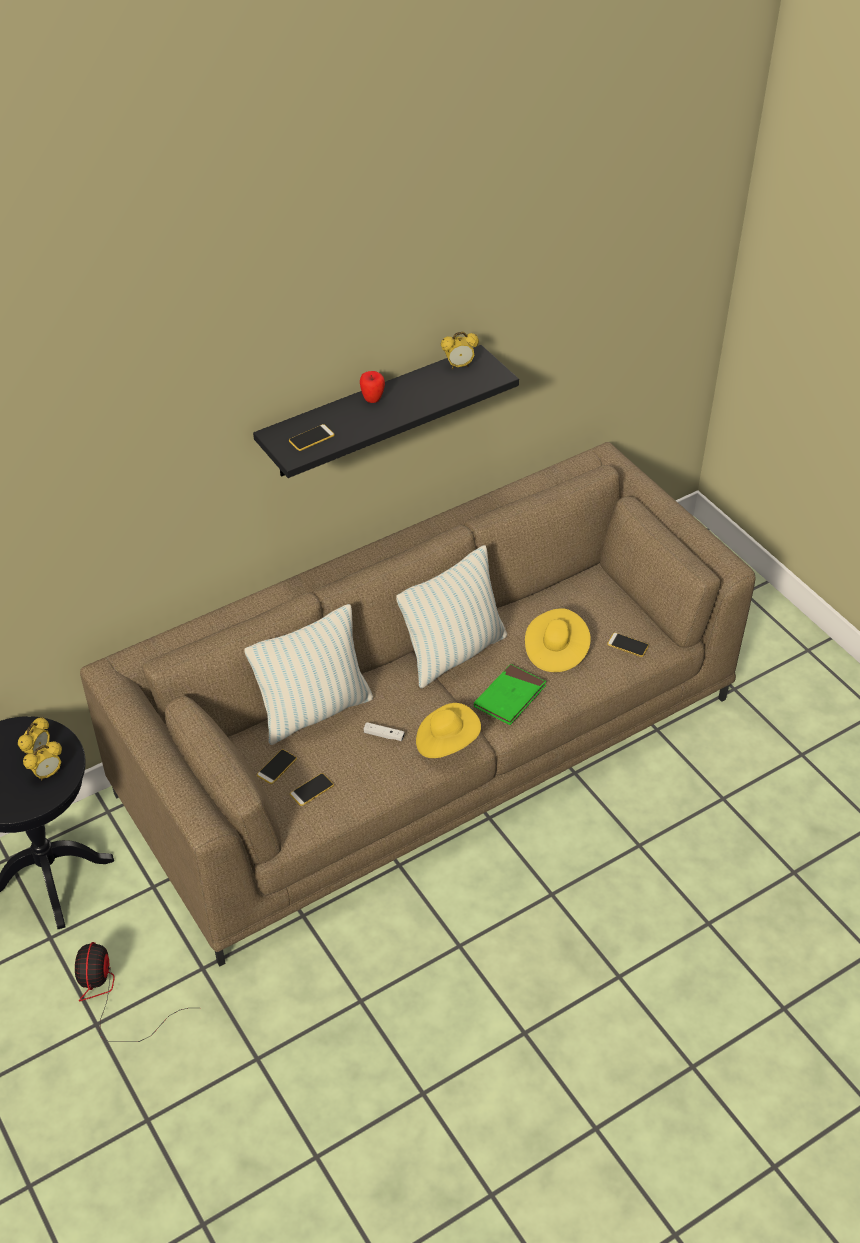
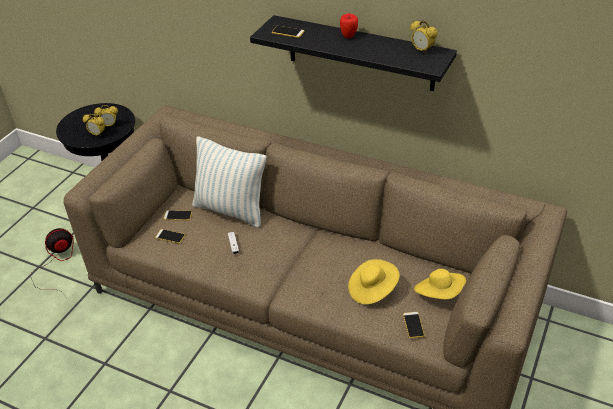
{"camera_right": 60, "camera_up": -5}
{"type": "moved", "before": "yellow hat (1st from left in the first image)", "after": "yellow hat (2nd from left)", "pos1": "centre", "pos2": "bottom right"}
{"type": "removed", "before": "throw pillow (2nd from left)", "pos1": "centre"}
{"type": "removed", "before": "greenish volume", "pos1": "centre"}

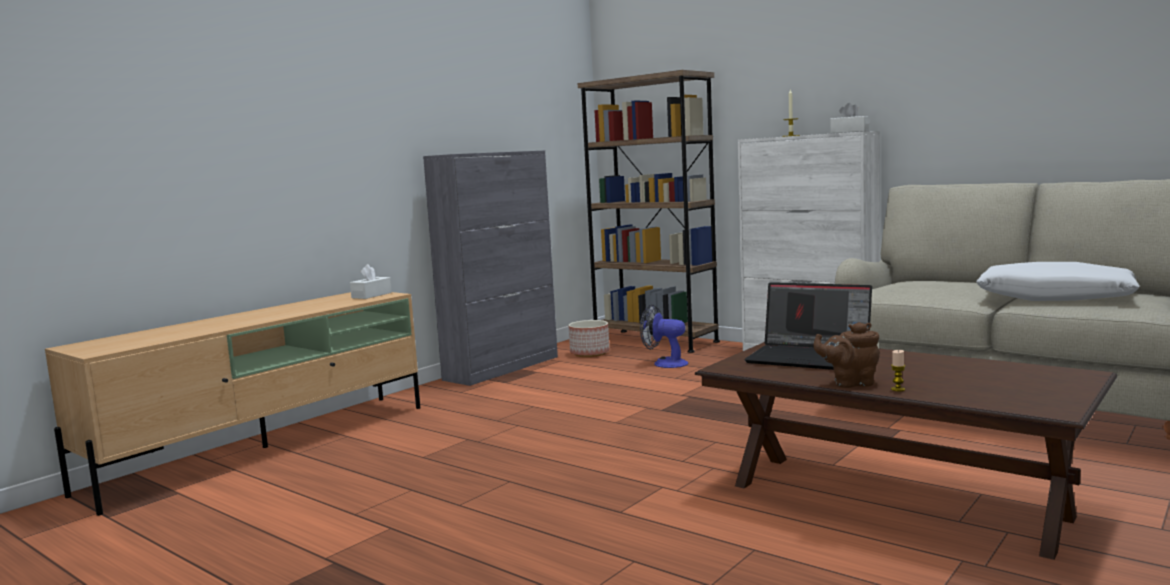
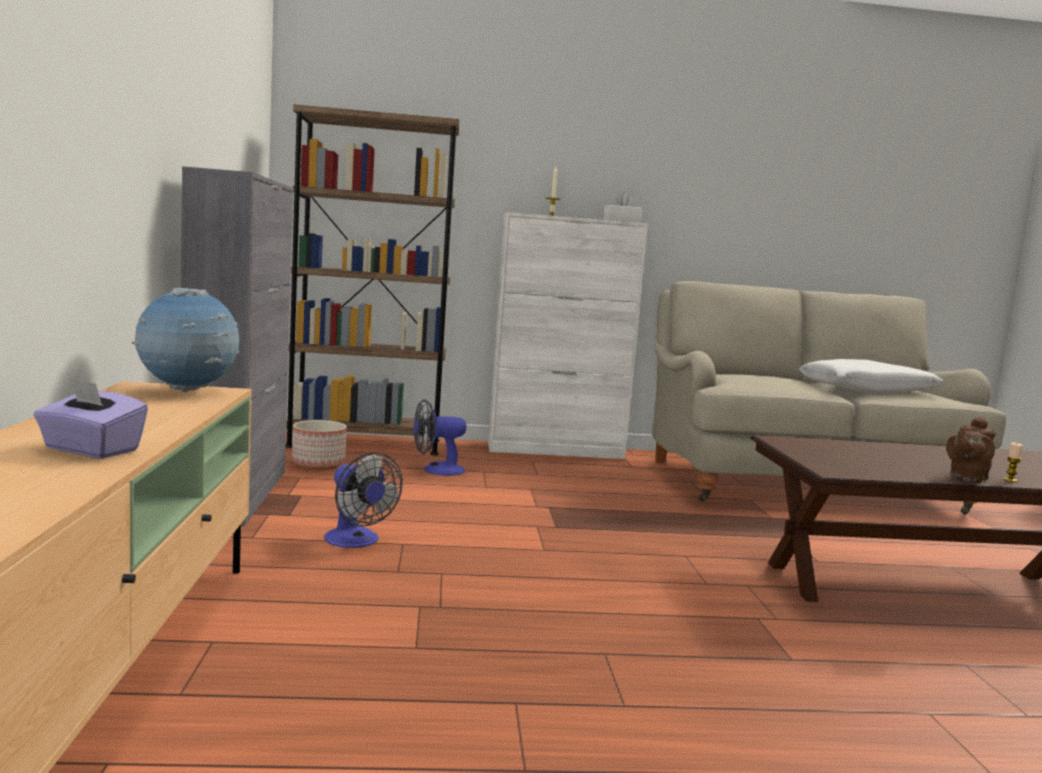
{"camera_right": -45, "camera_up": 0}
{"type": "added", "after": "purple tissue holder", "pos2": "middle left"}
{"type": "replaced", "before": "white tissue holder (1st from left)", "after": "desk globe", "pos1": "middle left", "pos2": "middle left"}
{"type": "added", "after": "fan (1st from left)", "pos2": "centre"}
{"type": "removed", "before": "laptop", "pos1": "middle right"}

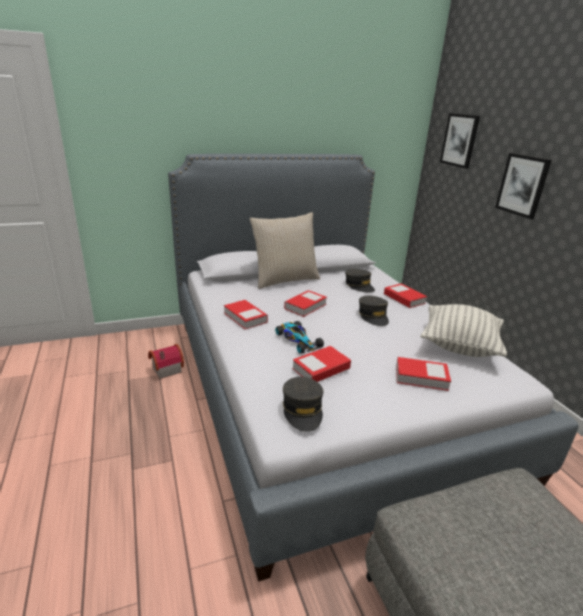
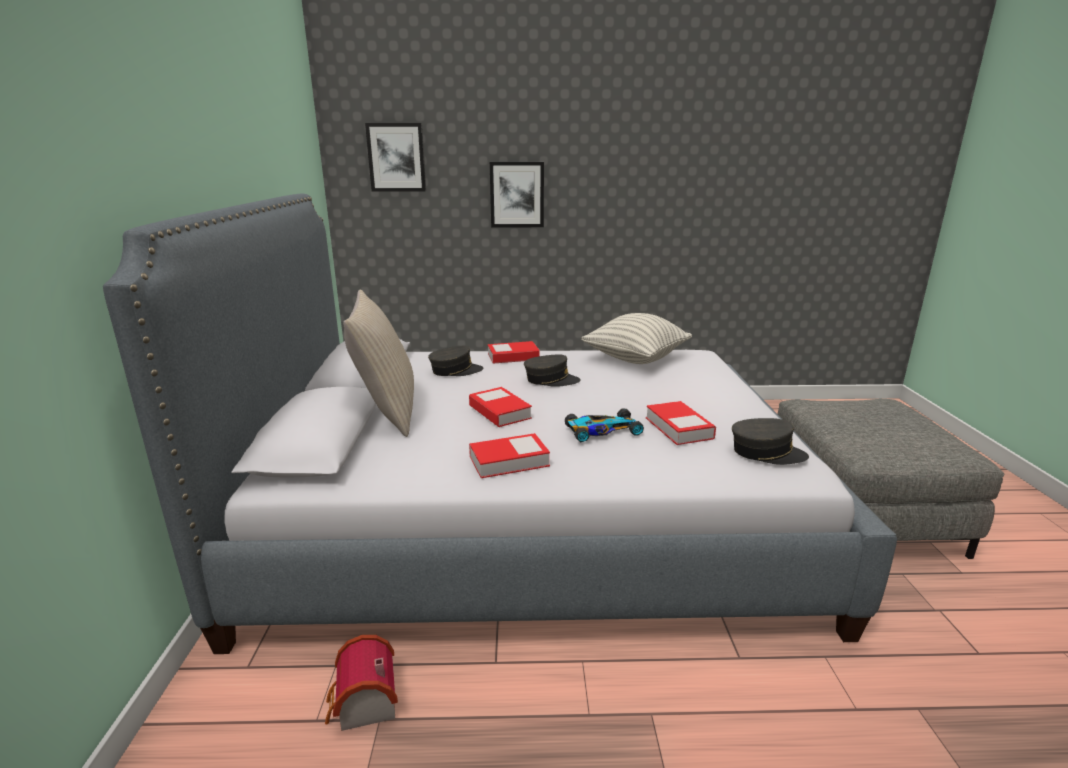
{"camera_right": -70, "camera_up": -5}
{"type": "removed", "before": "volume (5th from left)", "pos1": "middle right"}

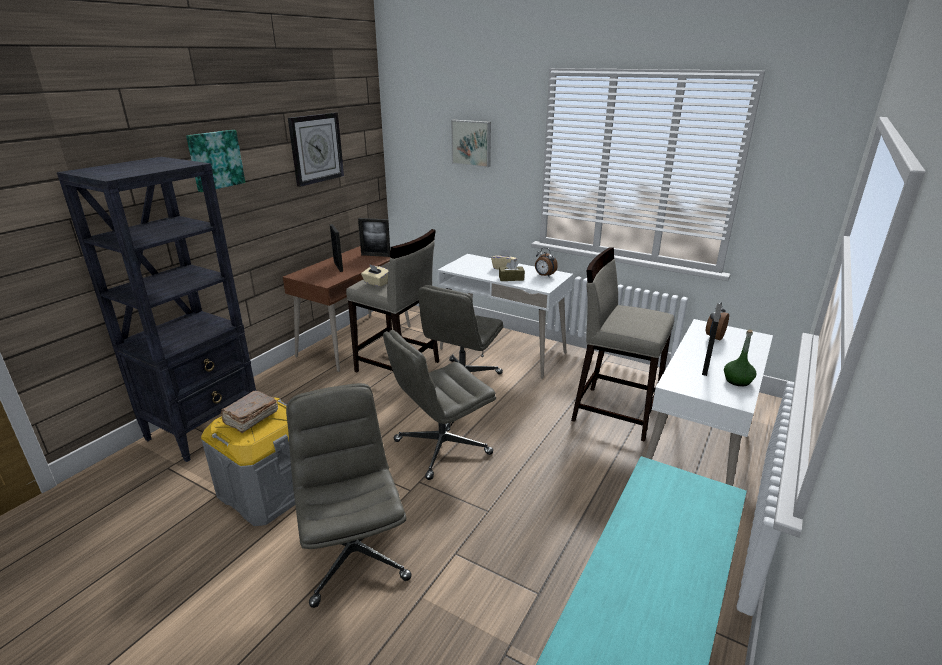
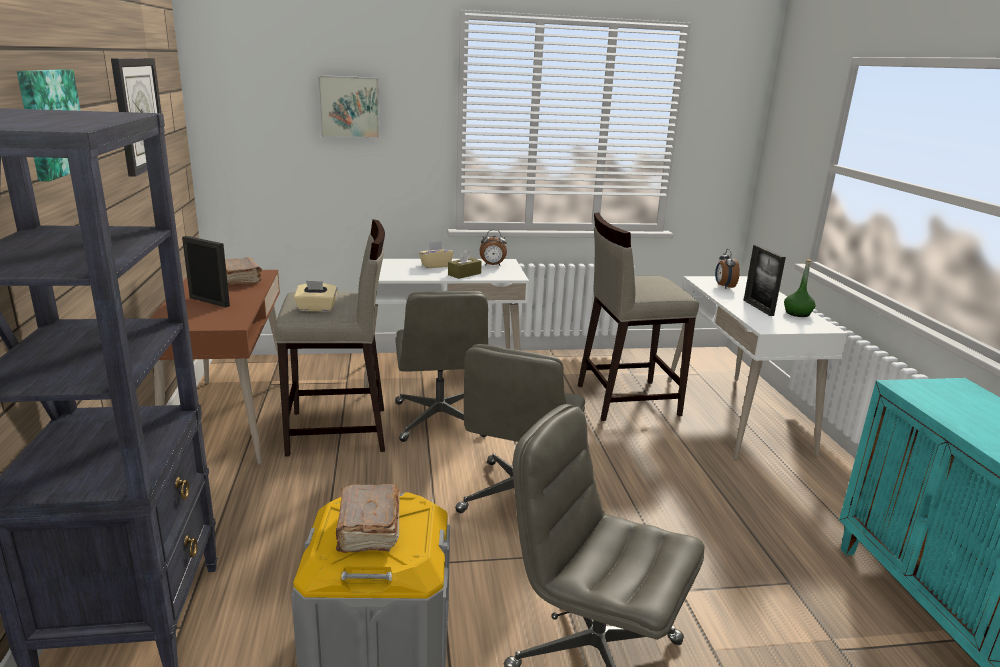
{"camera_right": -40, "camera_up": -5}
{"type": "replaced", "before": "photo frame (2nd from left)", "after": "brownish volume (1st from left)", "pos1": "centre", "pos2": "middle left"}

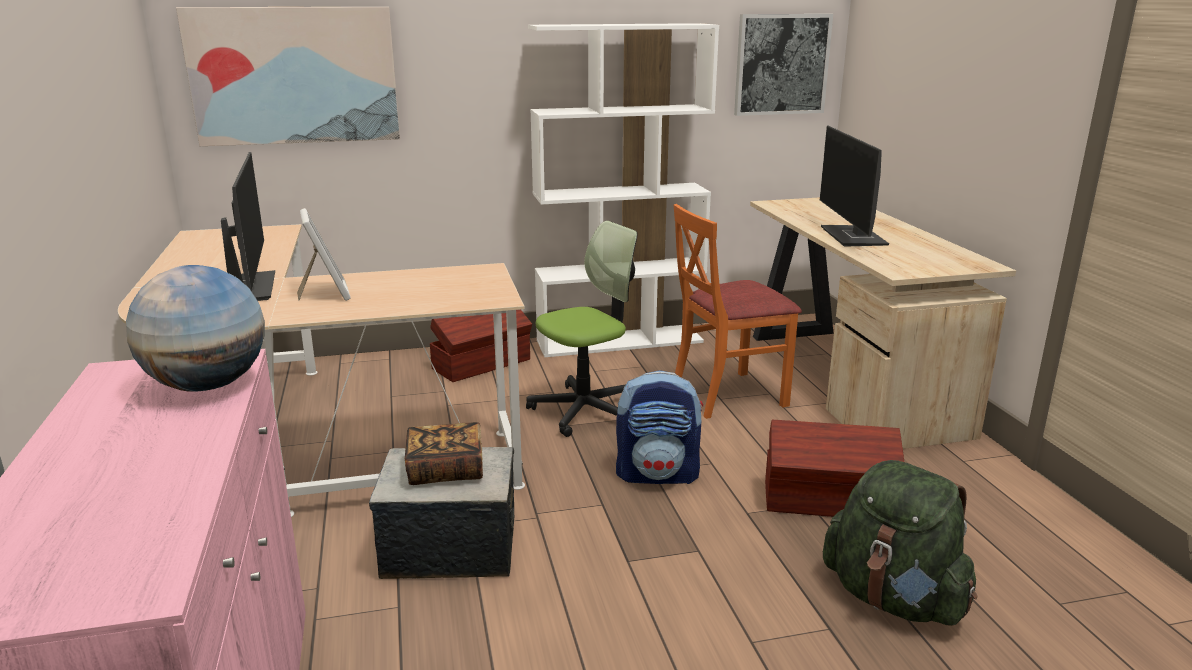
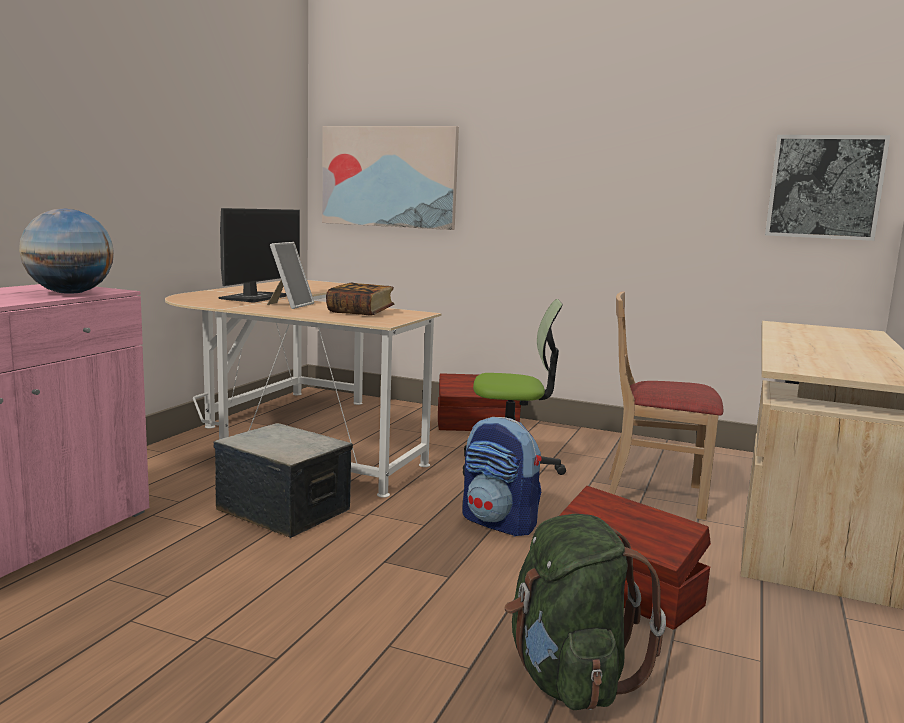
{"camera_right": 35, "camera_up": -10}
{"type": "moved", "before": "volume", "pos1": "bottom centre", "pos2": "centre"}
{"type": "recoloured", "before": "orange-coloured chair", "after": "sand-coloured chair", "pos1": "centre", "pos2": "middle right"}
{"type": "removed", "before": "white bookshelf", "pos1": "top centre"}
{"type": "removed", "before": "computer display (2nd from left)", "pos1": "top right"}

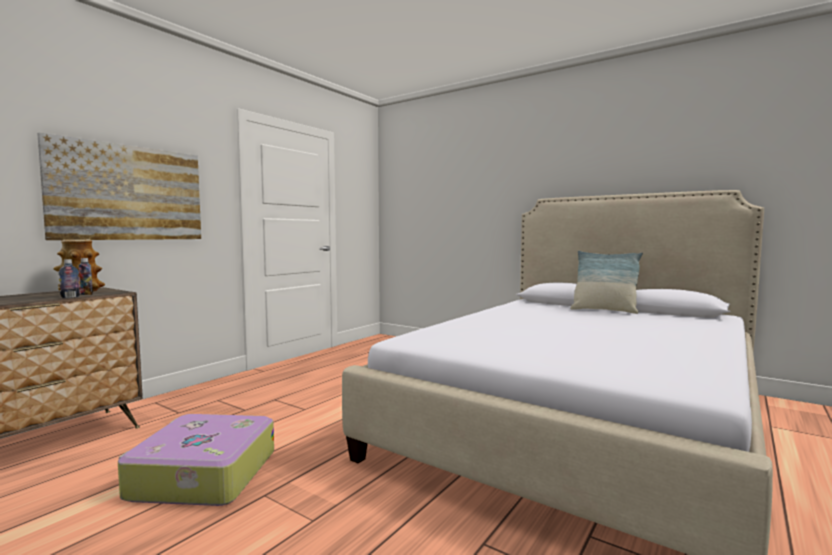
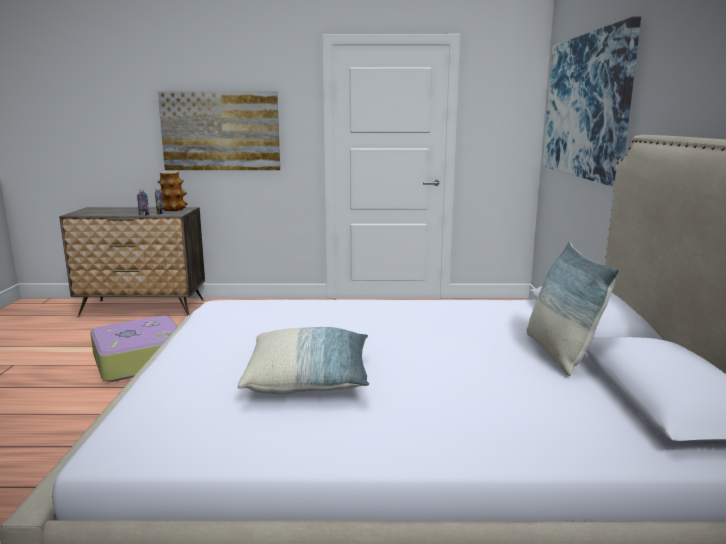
{"camera_right": 55, "camera_up": 10}
{"type": "added", "after": "throw pillow (1st from left)", "pos2": "centre"}
{"type": "added", "after": "wall picture (2nd from left)", "pos2": "top right"}

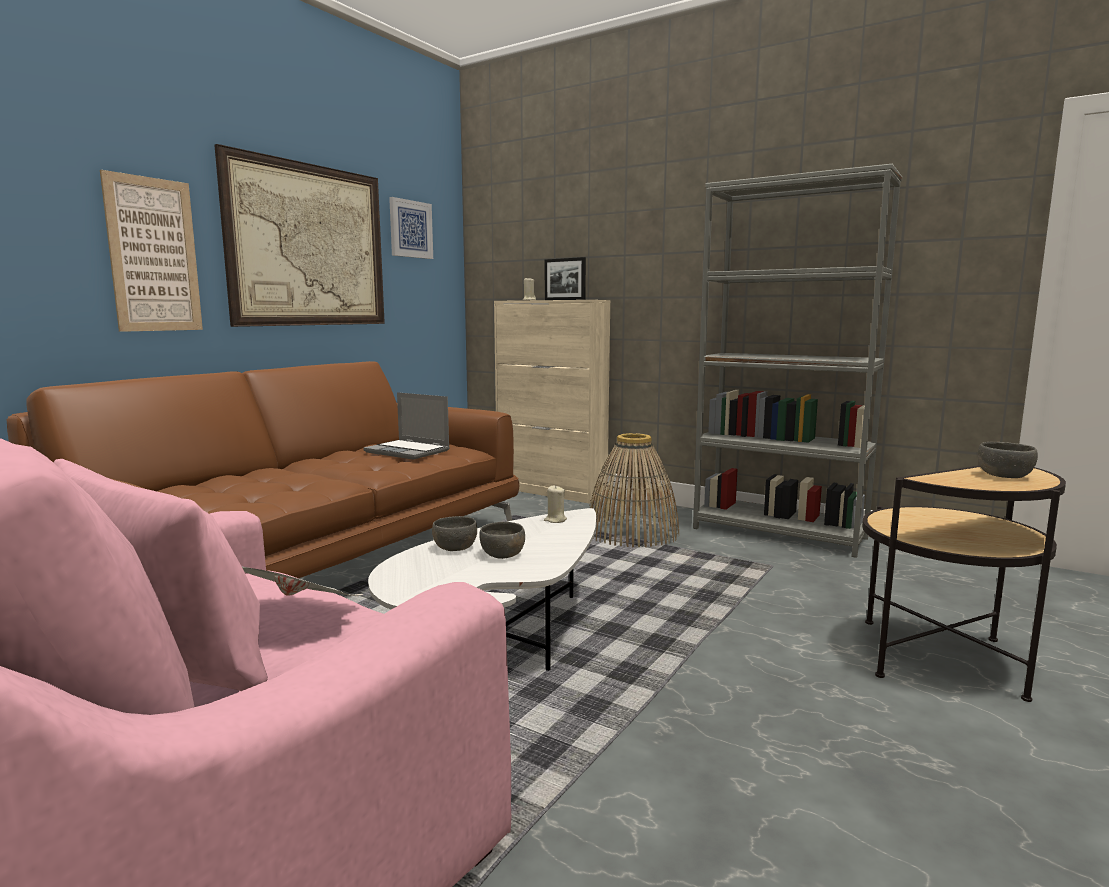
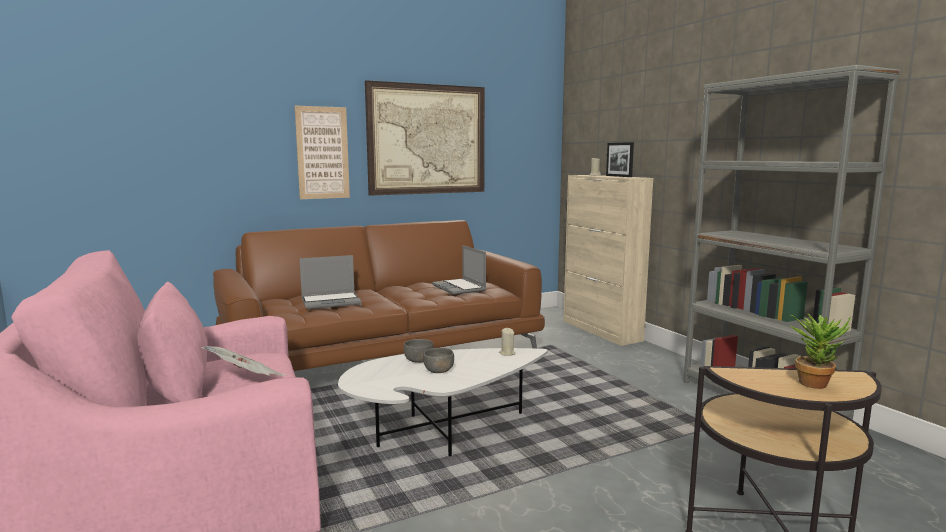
{"camera_right": 30, "camera_up": 0}
{"type": "added", "after": "laptop (1st from left)", "pos2": "centre"}
{"type": "replaced", "before": "greyish deep dish (3rd from left)", "after": "houseplant", "pos1": "middle right", "pos2": "middle right"}
{"type": "removed", "before": "wall picture (3rd from left)", "pos1": "top centre"}
{"type": "removed", "before": "storage basket", "pos1": "centre"}

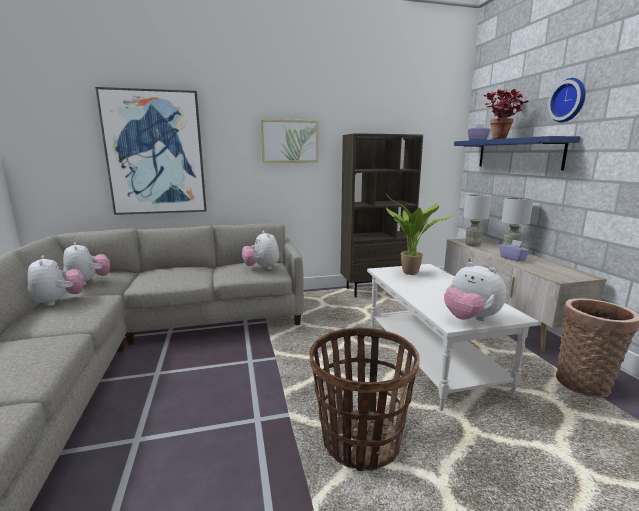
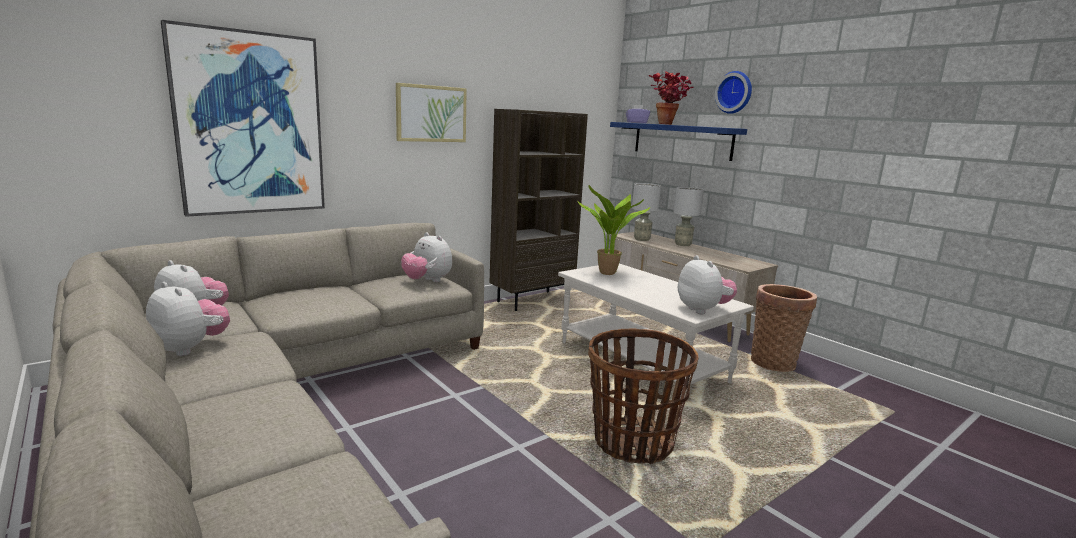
{"camera_right": -25, "camera_up": 0}
{"type": "turned", "before": "plush toy (4th from left)", "pos1": "middle right", "pos2": "centre", "turn": -135}
{"type": "removed", "before": "purple tissue holder (2nd from left)", "pos1": "middle right"}

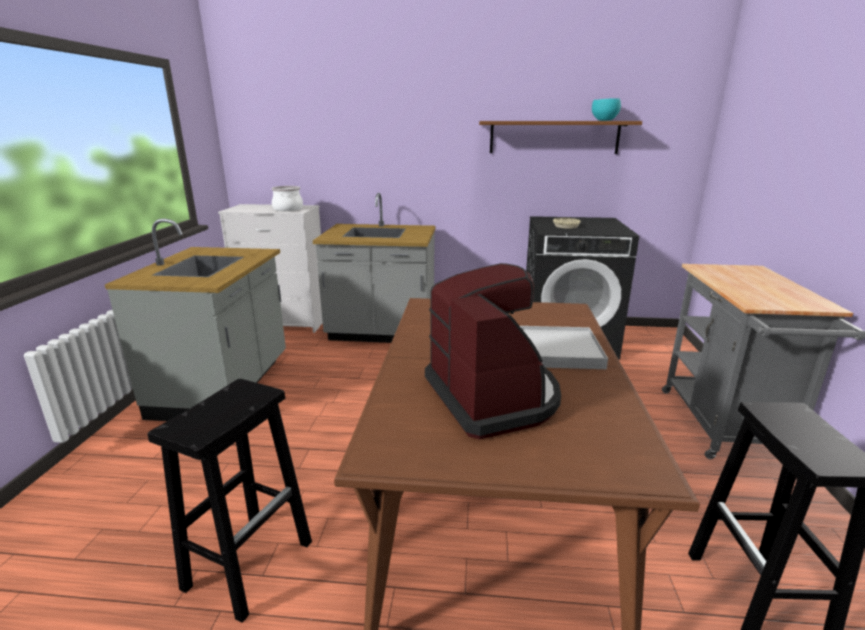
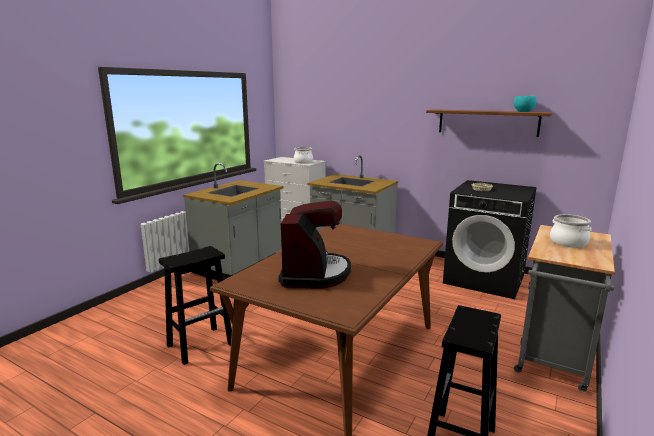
{"camera_right": 25, "camera_up": -5}
{"type": "added", "after": "stockpot (2nd from left)", "pos2": "middle right"}
{"type": "removed", "before": "white tray", "pos1": "centre"}

